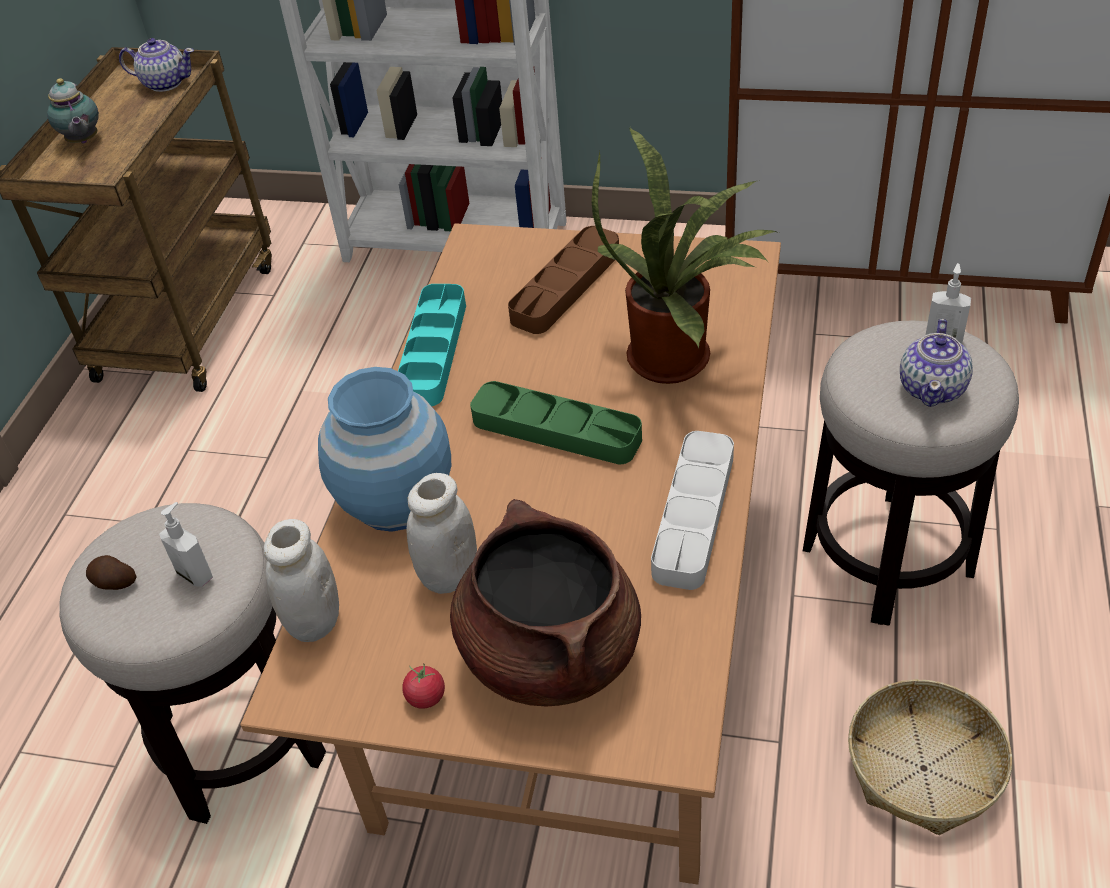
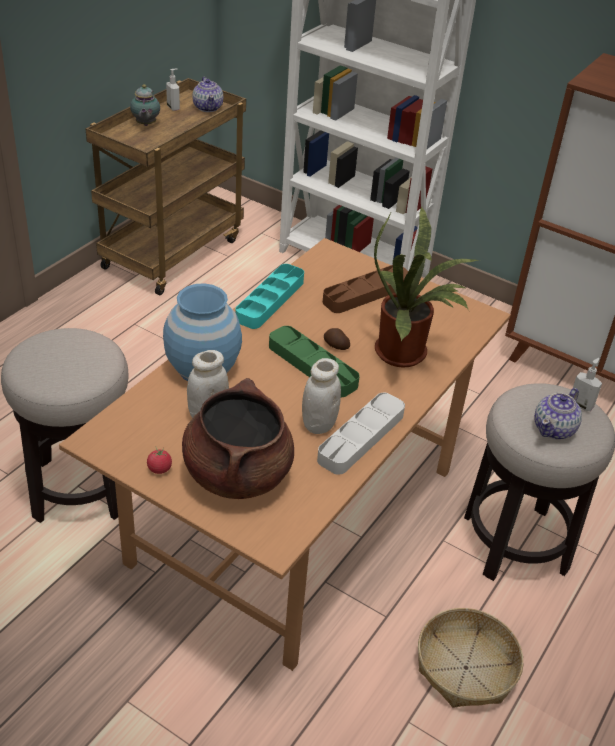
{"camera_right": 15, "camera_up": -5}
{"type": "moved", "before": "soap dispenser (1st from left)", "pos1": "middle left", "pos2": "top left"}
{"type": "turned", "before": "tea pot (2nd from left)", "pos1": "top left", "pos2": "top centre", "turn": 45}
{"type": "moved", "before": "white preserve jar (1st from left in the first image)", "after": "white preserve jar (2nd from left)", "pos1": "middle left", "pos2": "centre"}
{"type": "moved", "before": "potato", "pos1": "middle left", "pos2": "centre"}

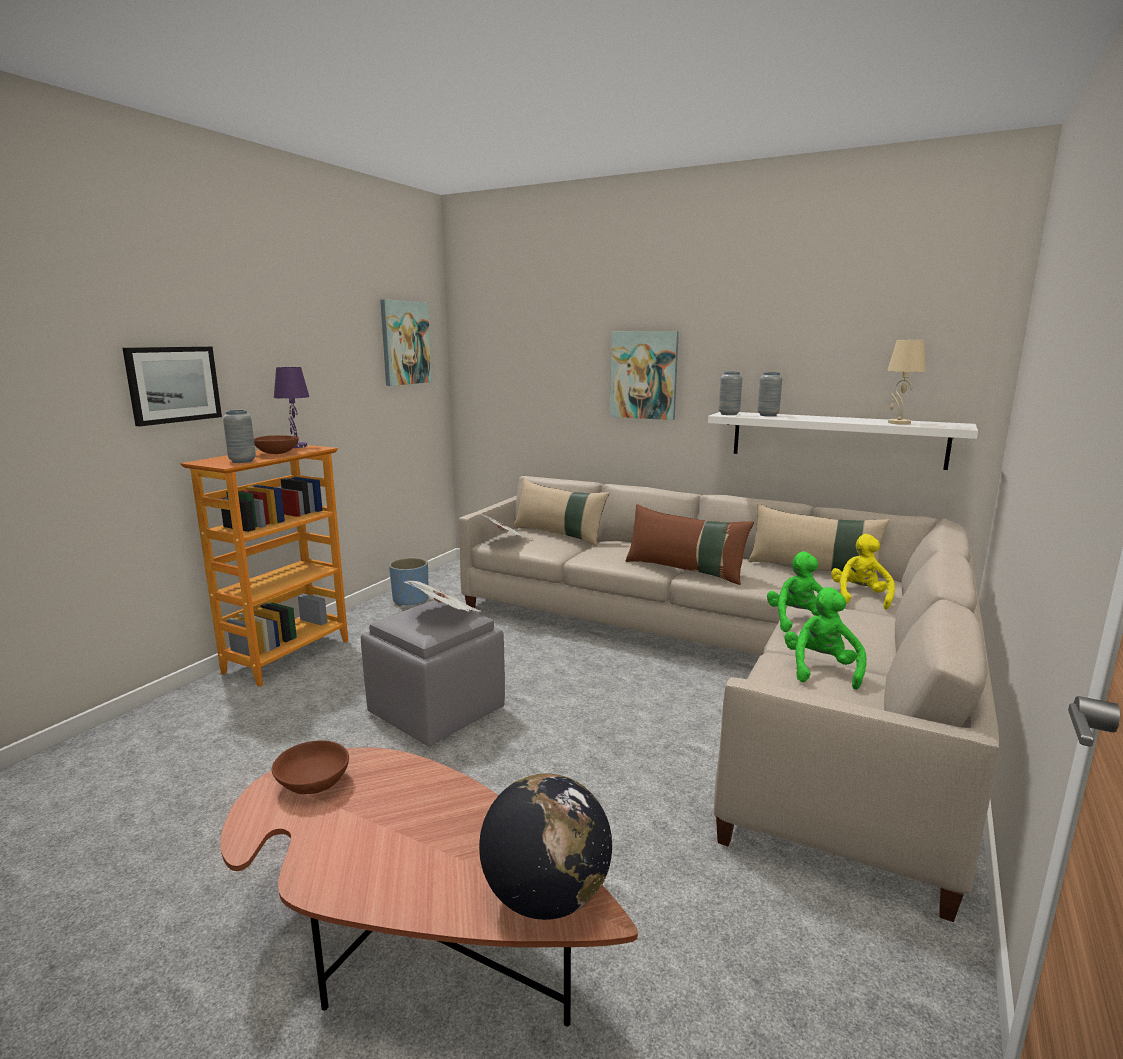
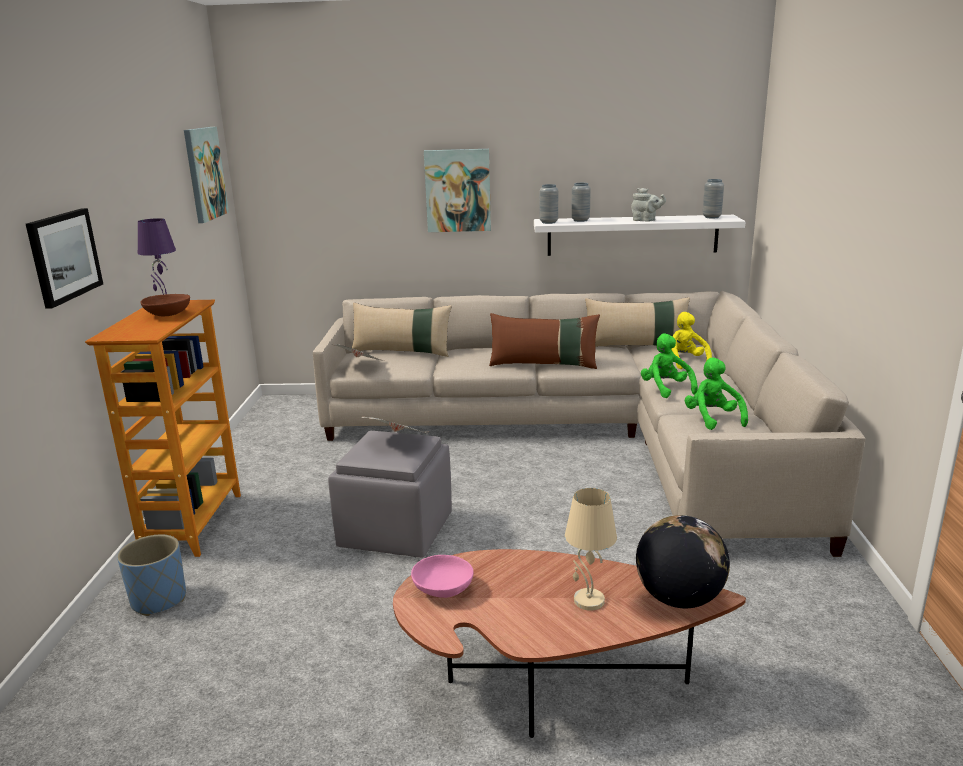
{"camera_right": -25, "camera_up": 5}
{"type": "moved", "before": "blue-coloured flower pot", "pos1": "centre", "pos2": "bottom left"}
{"type": "recoloured", "before": "brownish deep dish (2nd from left)", "after": "pink-coloured deep dish", "pos1": "bottom left", "pos2": "bottom centre"}
{"type": "moved", "before": "sand-coloured tabletop lamp", "pos1": "middle right", "pos2": "bottom centre"}
{"type": "added", "after": "greyish tea pot", "pos2": "top right"}
{"type": "moved", "before": "greyish vase (1st from left in the first image)", "after": "greyish vase (3rd from left)", "pos1": "middle left", "pos2": "top right"}

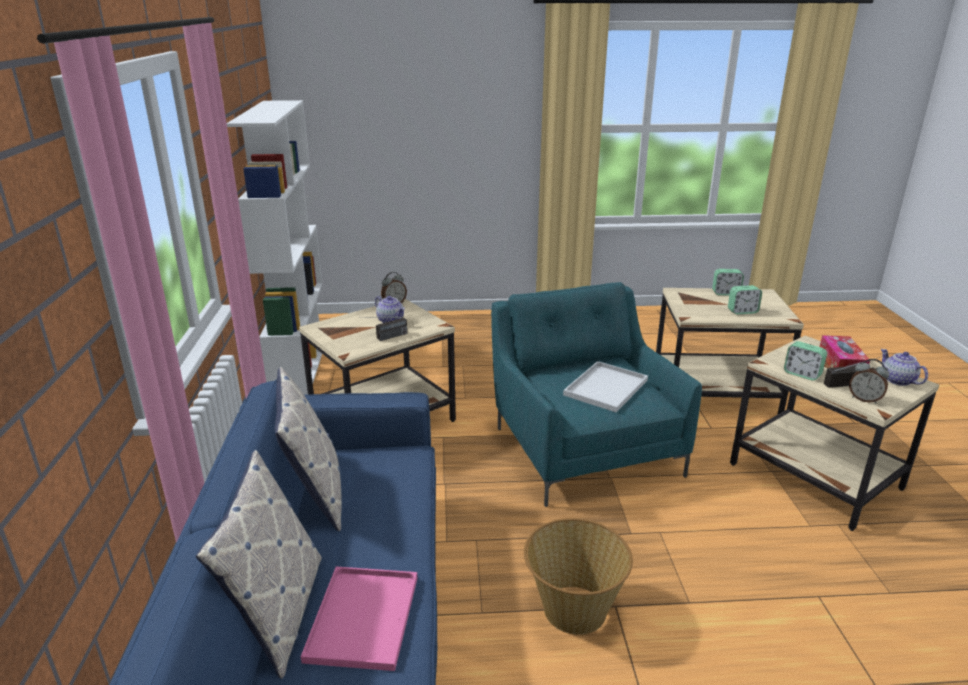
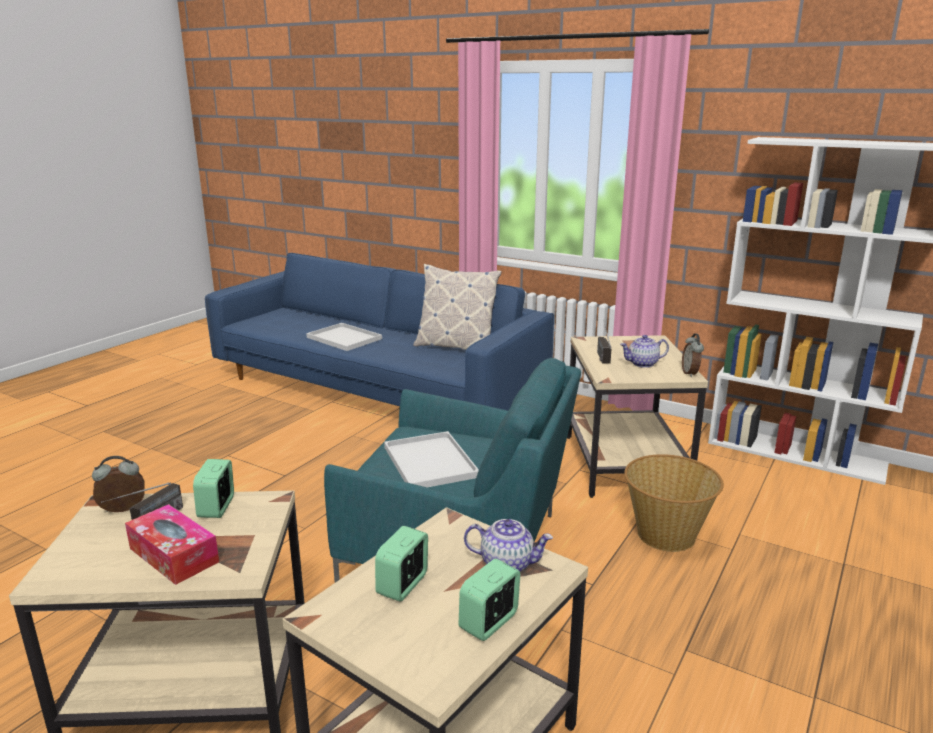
{"camera_right": 125, "camera_up": -5}
{"type": "turned", "before": "table clock (4th from left in the first image)", "pos1": "middle right", "pos2": "middle left", "turn": -75}
{"type": "recoloured", "before": "pink-coloured tray", "after": "white tray (1st from left)", "pos1": "bottom centre", "pos2": "centre"}
{"type": "moved", "before": "tea pot (2nd from left in the first image)", "after": "tea pot (1st from left)", "pos1": "middle right", "pos2": "bottom centre"}
{"type": "moved", "before": "storage basket", "pos1": "bottom centre", "pos2": "bottom right"}
{"type": "removed", "before": "throw pillow (1st from left)", "pos1": "bottom left"}

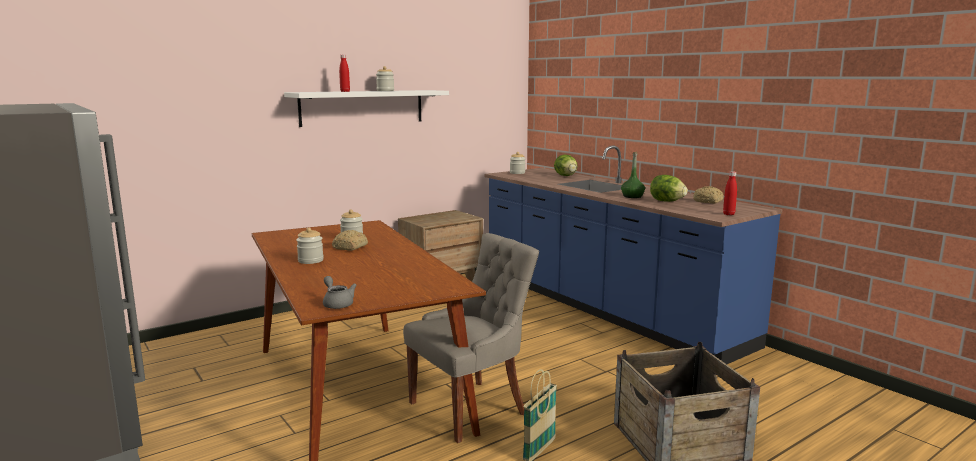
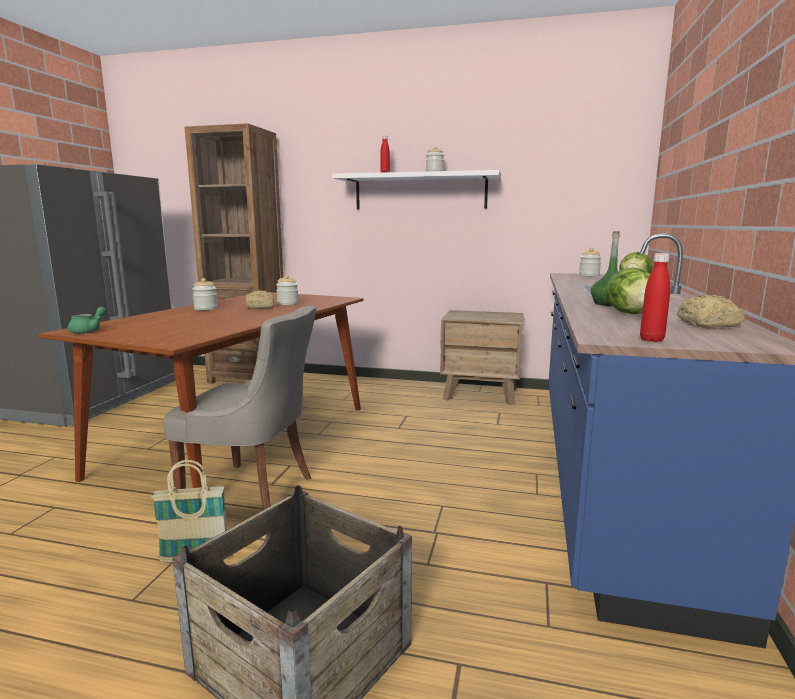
{"camera_right": 50, "camera_up": 0}
{"type": "recoloured", "before": "greyish tea pot", "after": "greenish tea pot", "pos1": "centre", "pos2": "middle left"}
{"type": "added", "after": "brownish bookshelf", "pos2": "middle left"}

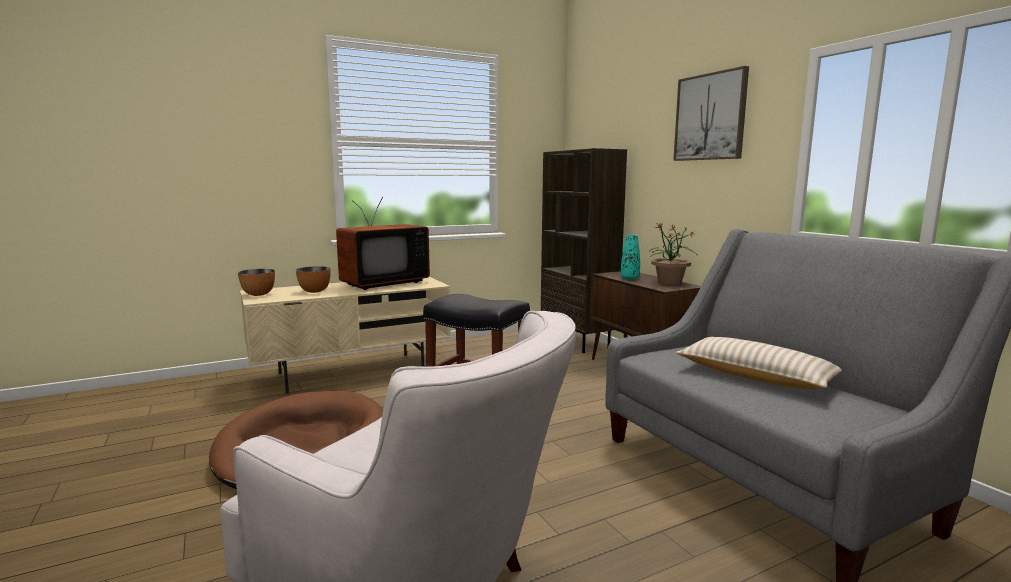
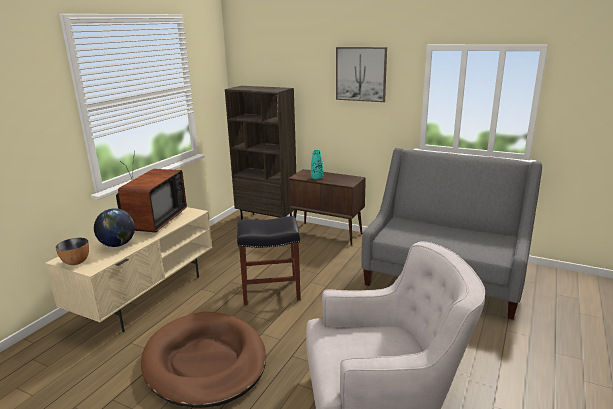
{"camera_right": -35, "camera_up": 10}
{"type": "replaced", "before": "deep dish (2nd from left)", "after": "desk globe", "pos1": "middle left", "pos2": "middle left"}
{"type": "removed", "before": "houseplant", "pos1": "centre"}
{"type": "removed", "before": "sand-coloured throw pillow", "pos1": "middle right"}

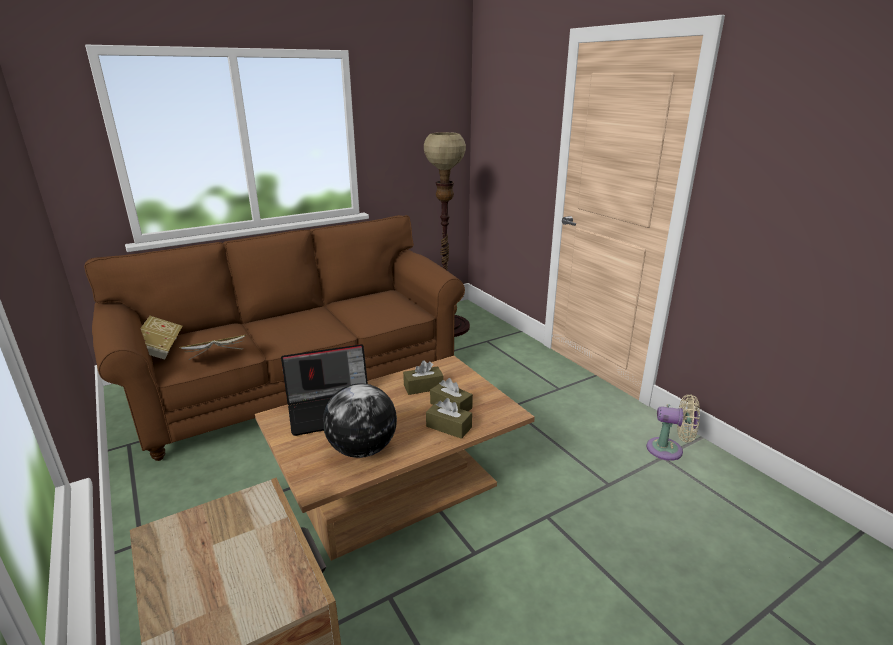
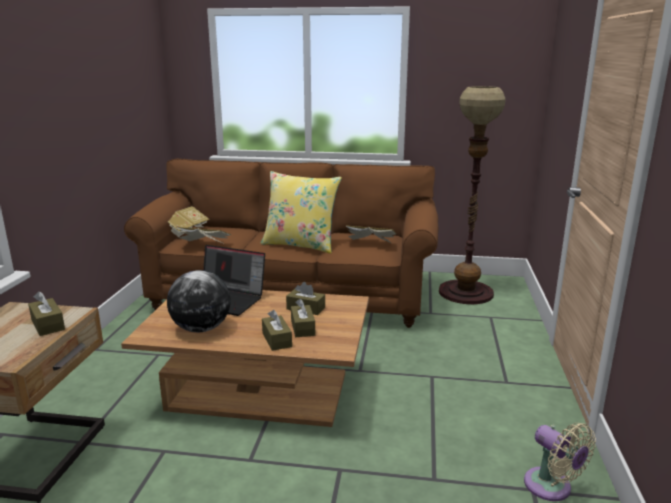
{"camera_right": 40, "camera_up": -5}
{"type": "added", "after": "brownish tissue holder (1st from left)", "pos2": "middle left"}
{"type": "added", "after": "yellow throw pillow", "pos2": "centre"}
{"type": "added", "after": "volume (3rd from left)", "pos2": "centre"}

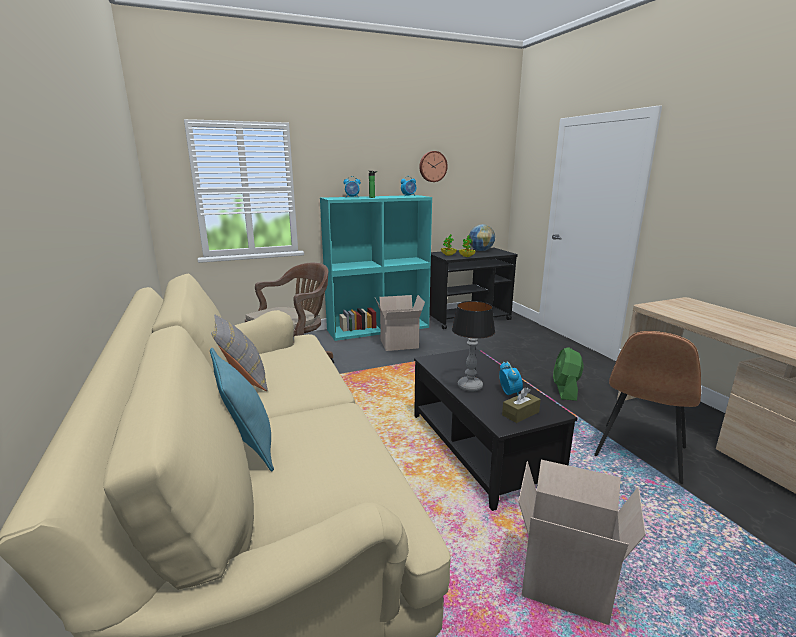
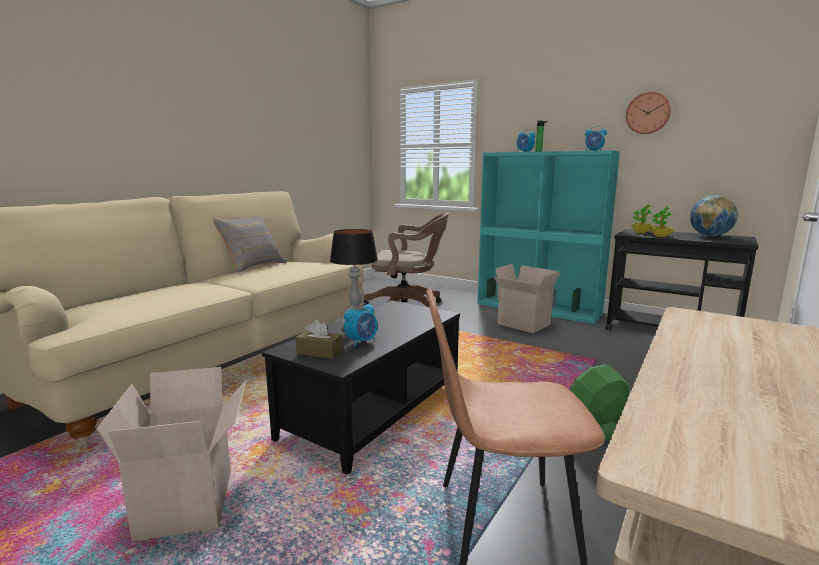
{"camera_right": 55, "camera_up": -5}
{"type": "removed", "before": "blue-green throw pillow", "pos1": "middle left"}

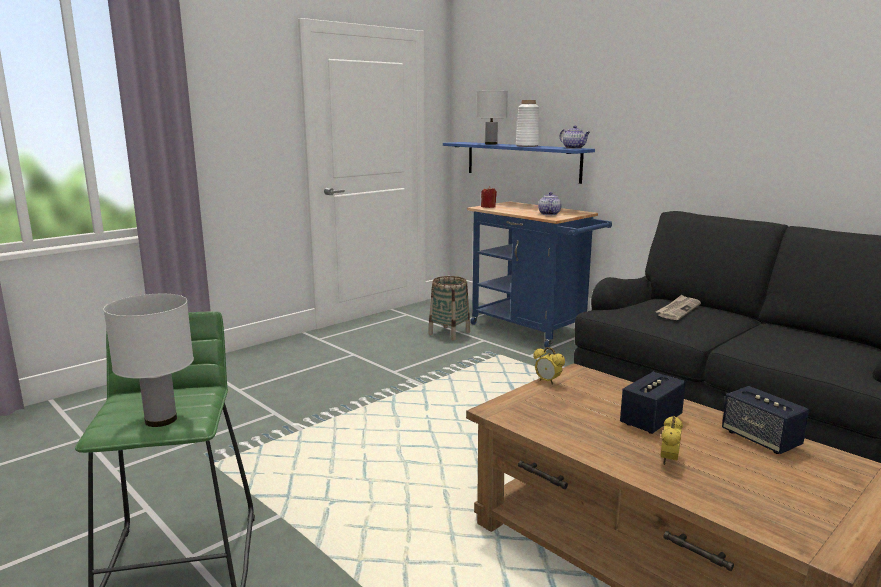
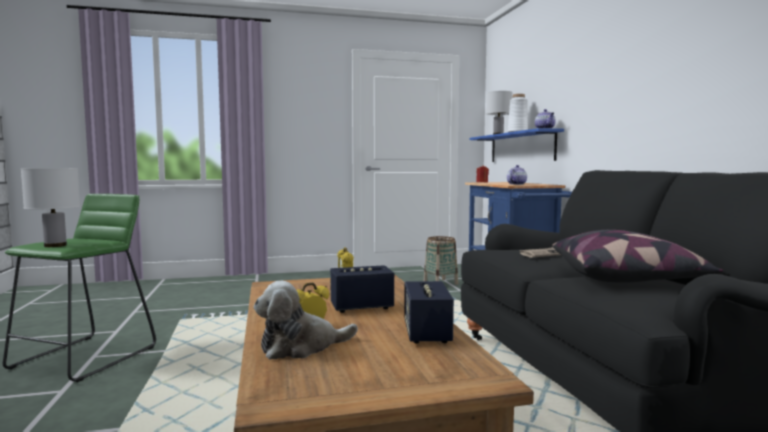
{"camera_right": 30, "camera_up": -10}
{"type": "added", "after": "plush toy", "pos2": "bottom centre"}
{"type": "added", "after": "throw pillow", "pos2": "middle right"}

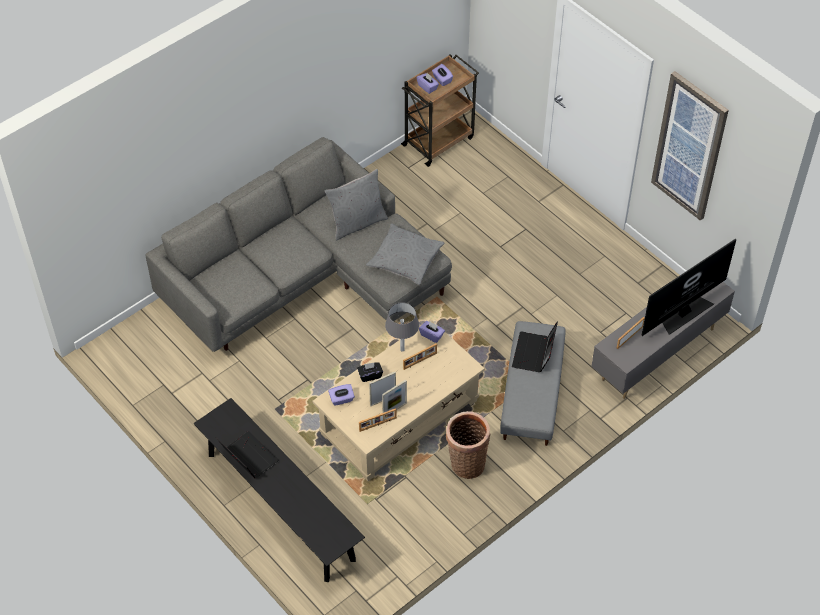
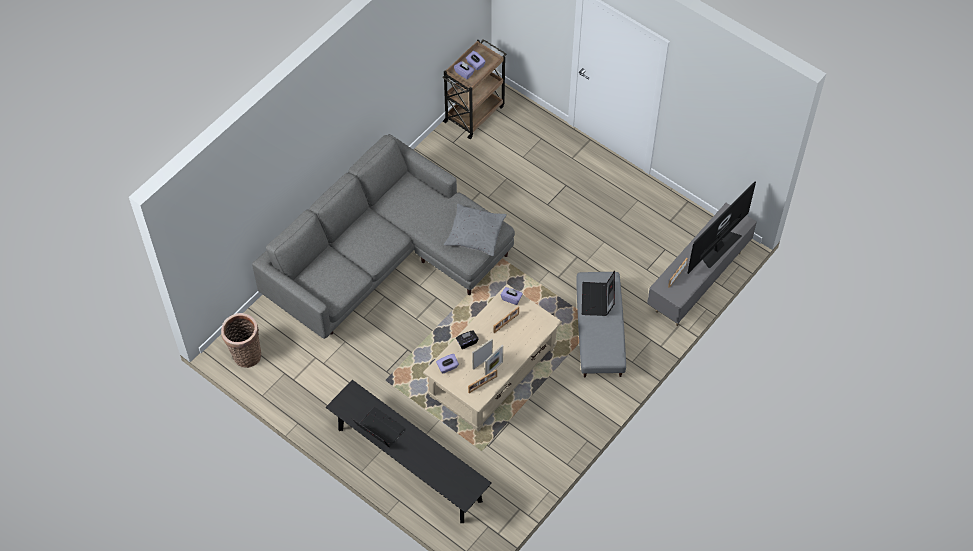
{"camera_right": -10, "camera_up": 5}
{"type": "moved", "before": "storage basket", "pos1": "bottom centre", "pos2": "middle left"}
{"type": "removed", "before": "greyish throw pillow (1st from left)", "pos1": "top centre"}
{"type": "removed", "before": "greyish tabletop lamp", "pos1": "centre"}
{"type": "removed", "before": "wall picture", "pos1": "top right"}

